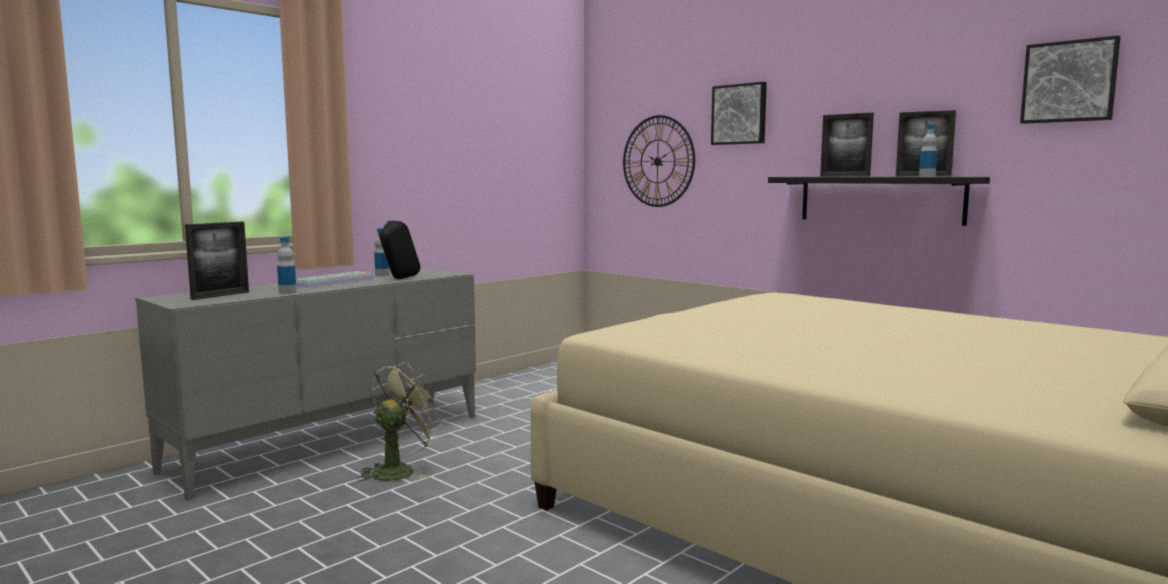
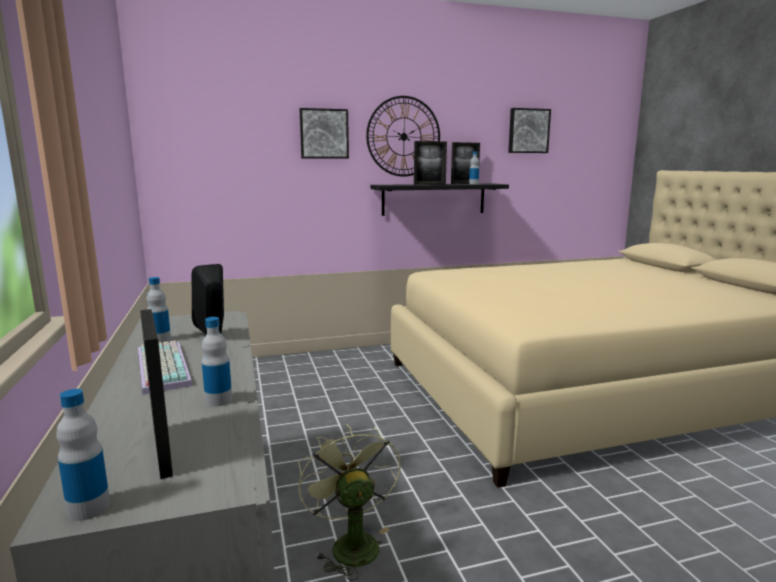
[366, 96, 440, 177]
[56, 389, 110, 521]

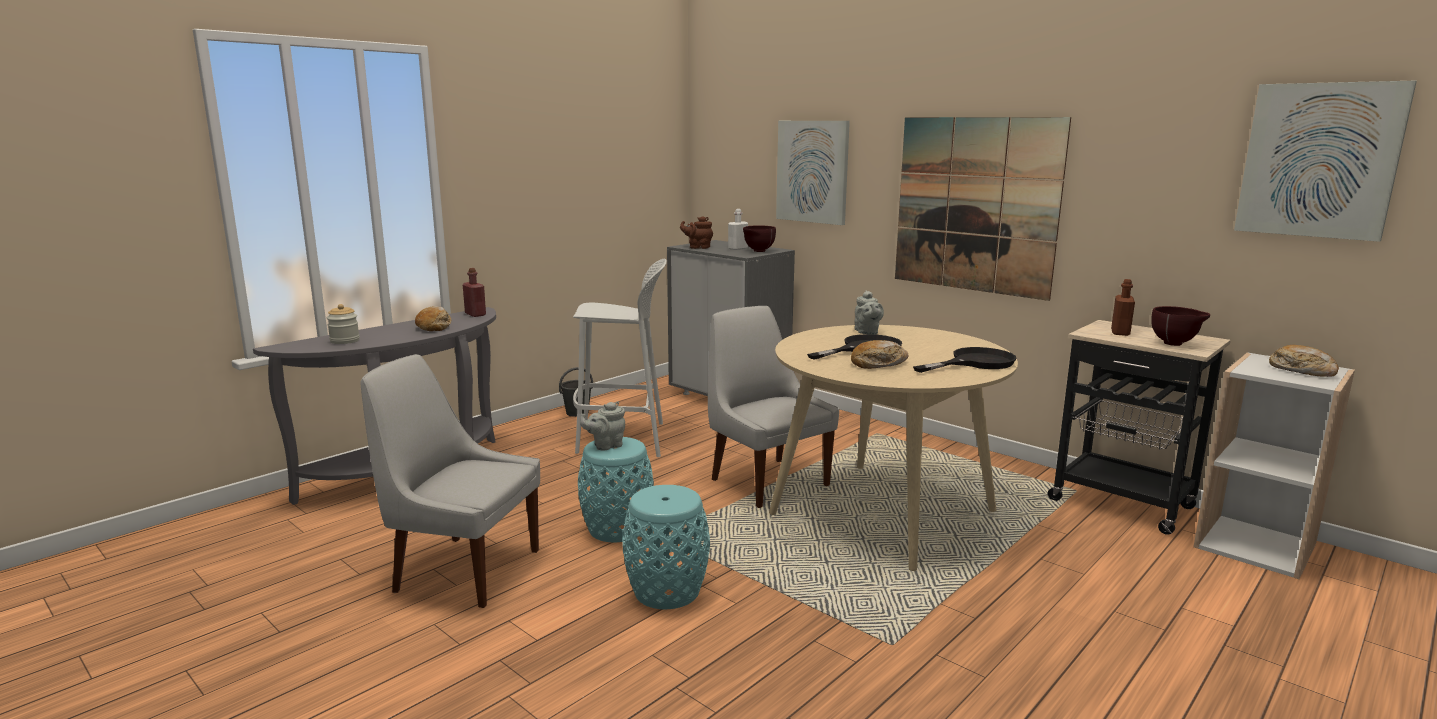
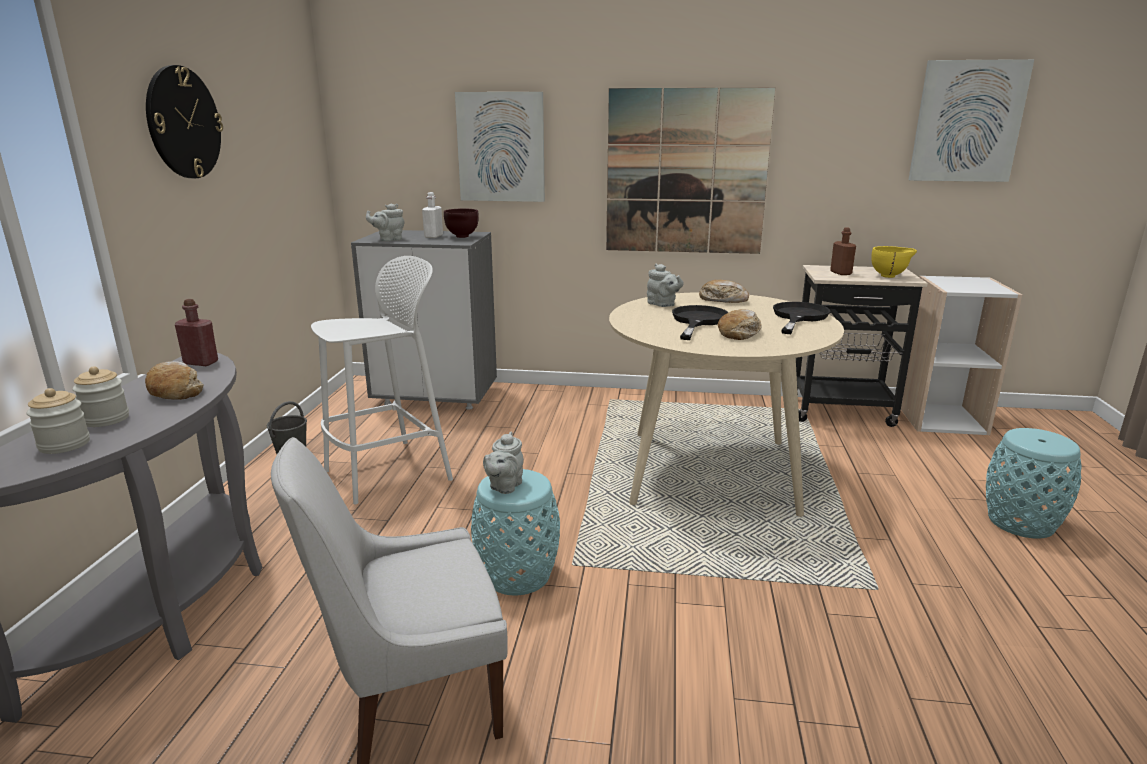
[986, 428, 1082, 539]
[366, 204, 404, 241]
[708, 306, 840, 508] (first image)
[872, 246, 917, 278]
[699, 280, 749, 303]
[72, 366, 129, 427]
[146, 65, 223, 178]

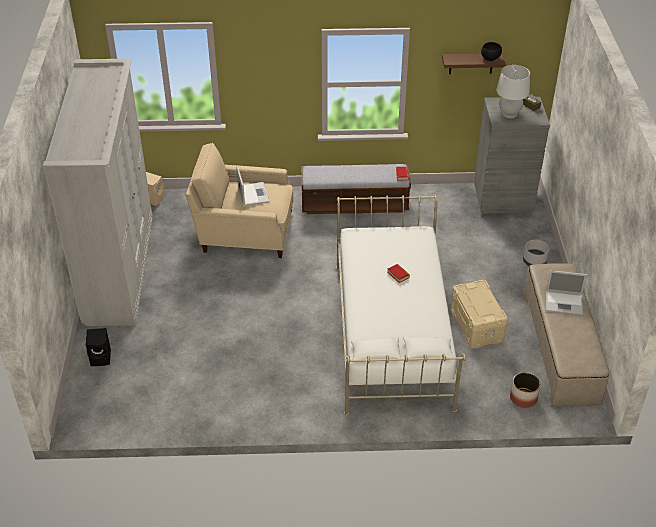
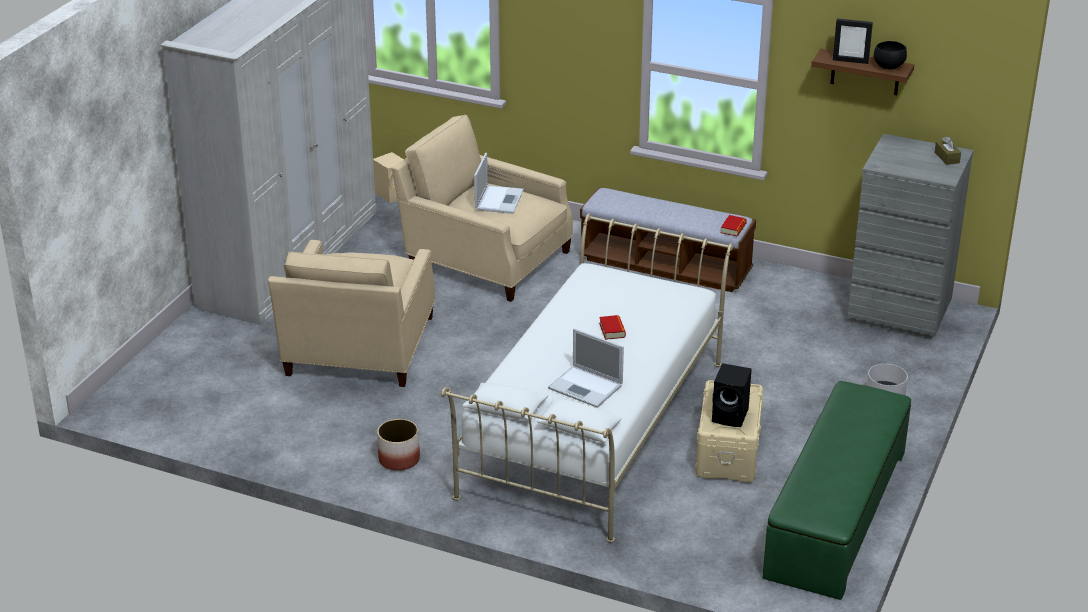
[712, 363, 752, 427]
[497, 65, 530, 118] (first image)
[377, 419, 420, 471]
[763, 381, 911, 600]
[548, 328, 624, 408]
[268, 240, 436, 387]
[833, 19, 873, 64]

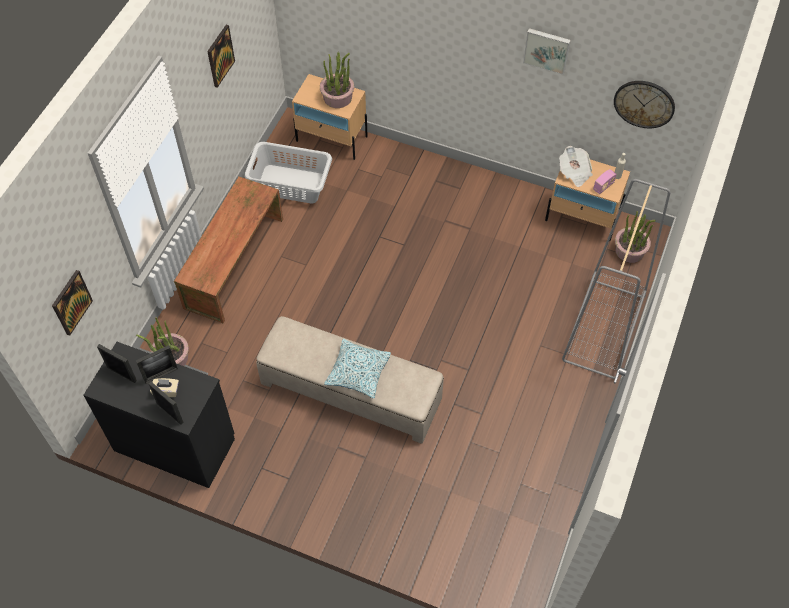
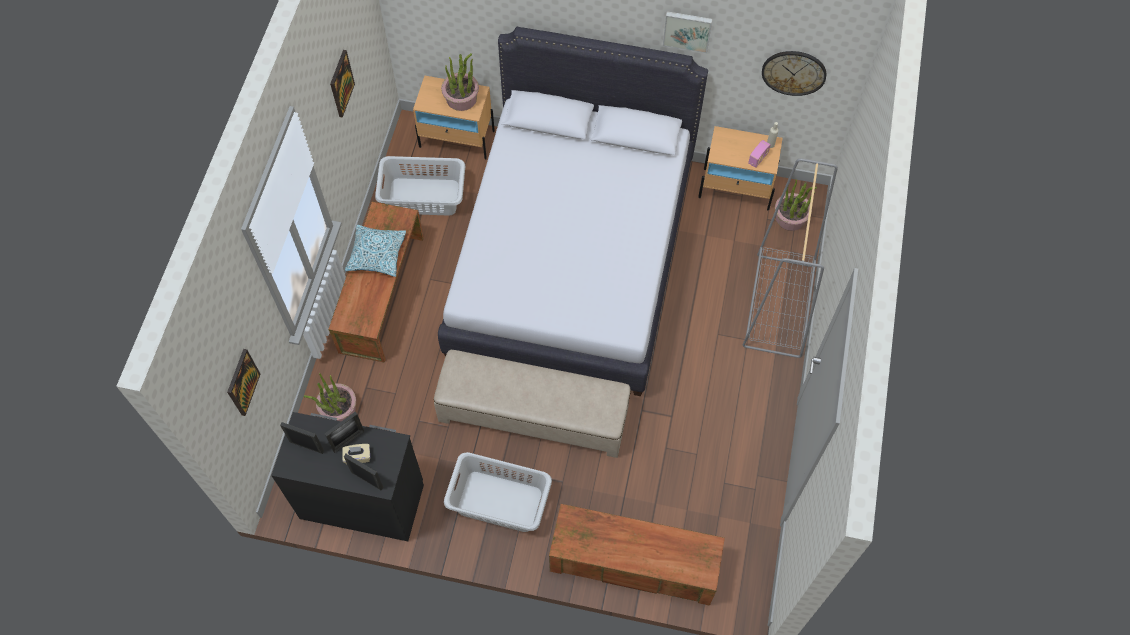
[345, 225, 406, 277]
[559, 146, 593, 187] (first image)
[438, 27, 708, 396]
[444, 452, 552, 532]
[549, 504, 725, 606]

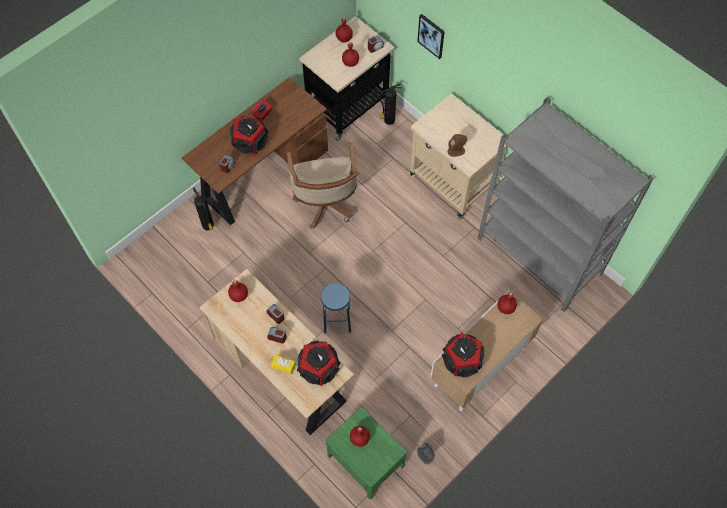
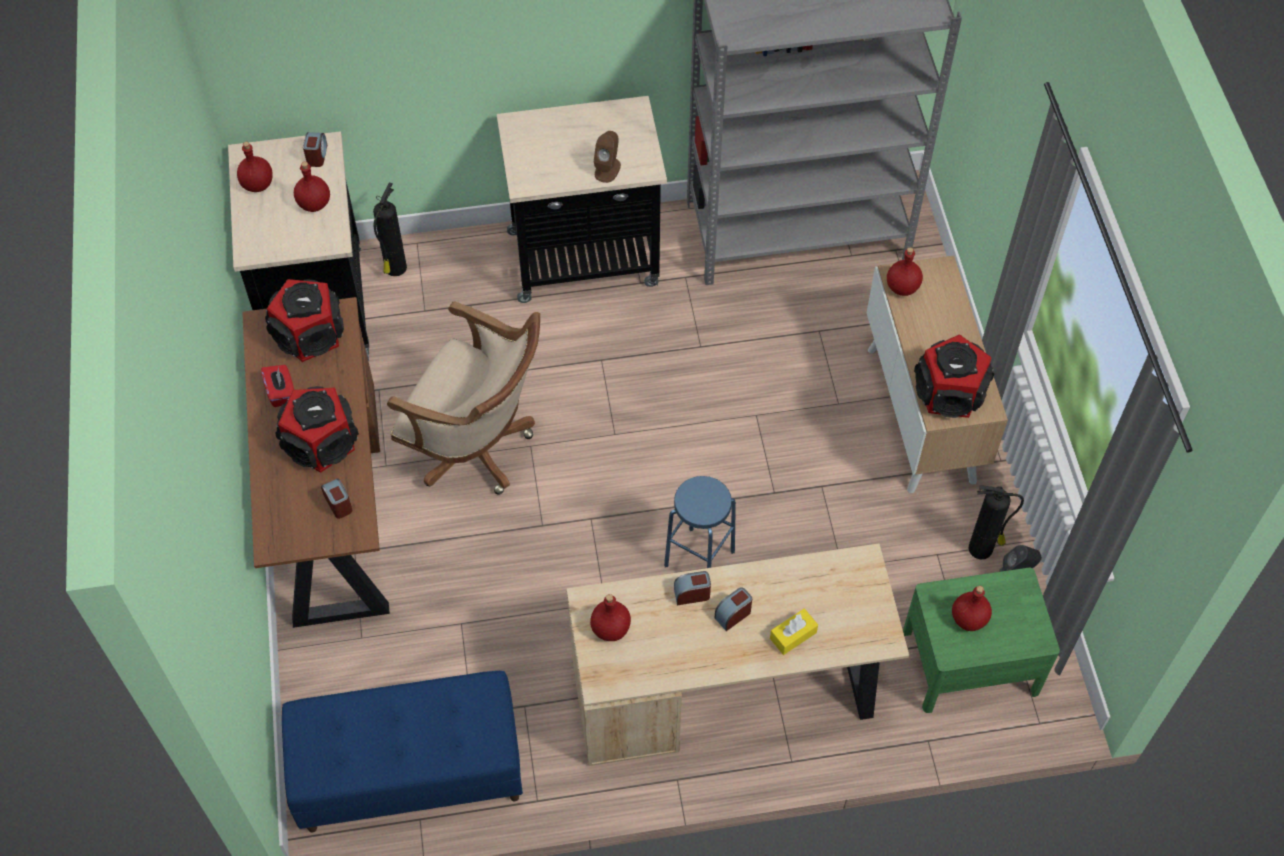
[968, 485, 1024, 560]
[265, 279, 344, 362]
[497, 96, 667, 303]
[417, 14, 445, 59] (first image)
[282, 671, 523, 833]

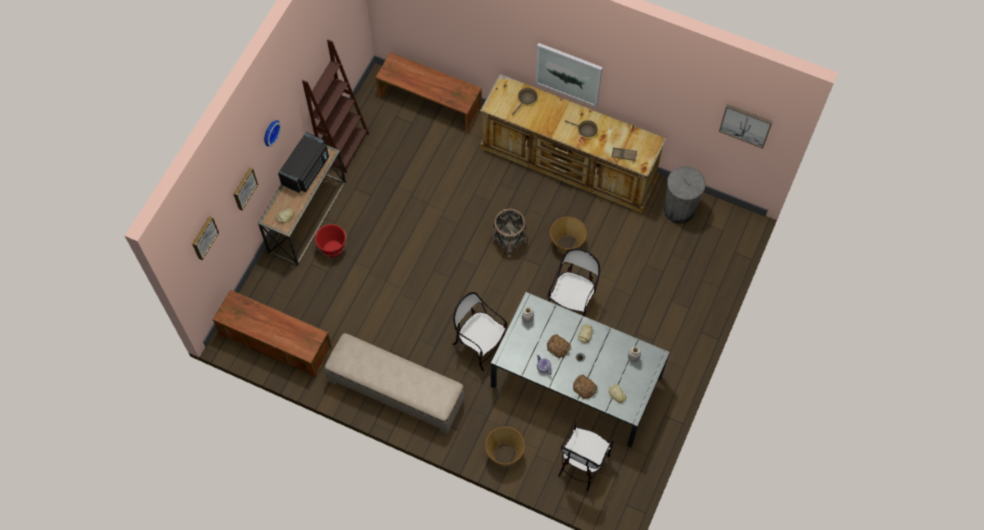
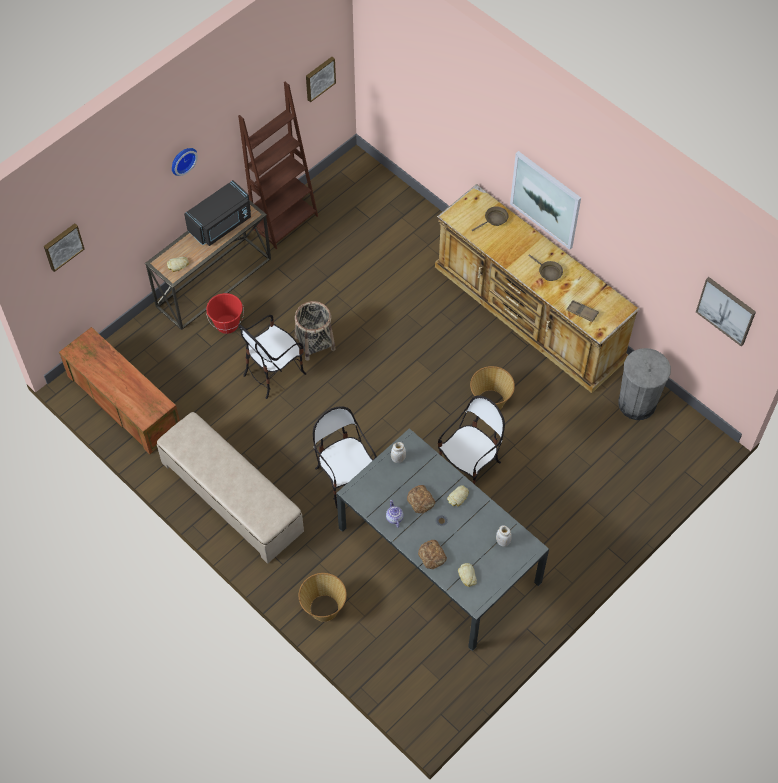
[306, 57, 336, 102]
[375, 52, 482, 133] (first image)
[295, 301, 335, 361]
[239, 315, 307, 399]

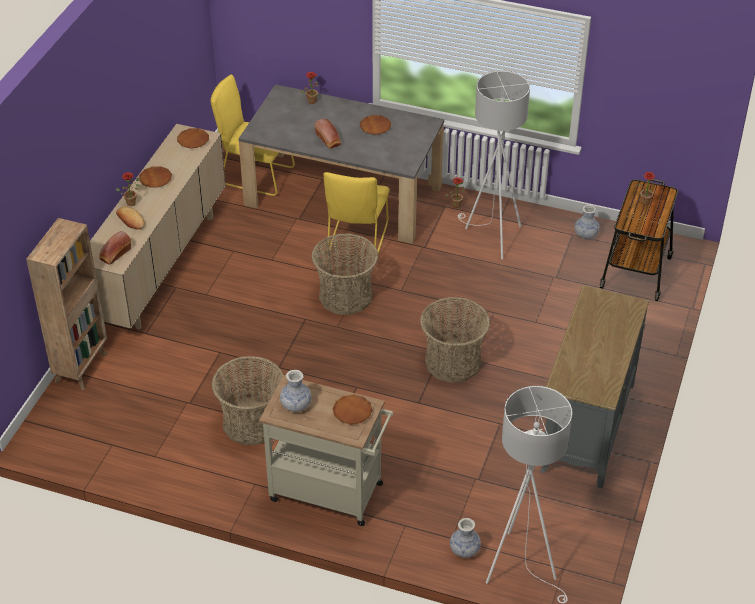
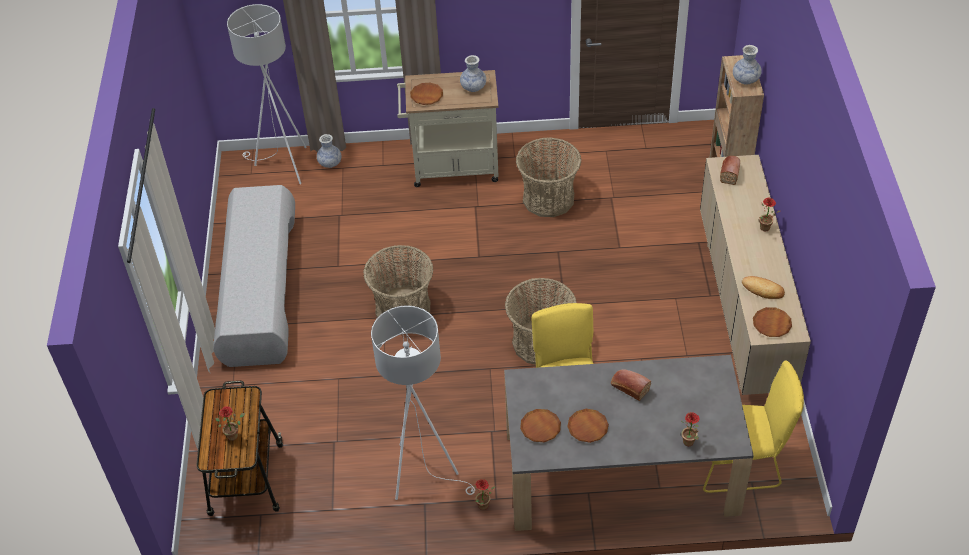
[742, 276, 785, 299]
[520, 409, 561, 442]
[213, 185, 295, 367]
[733, 45, 762, 85]

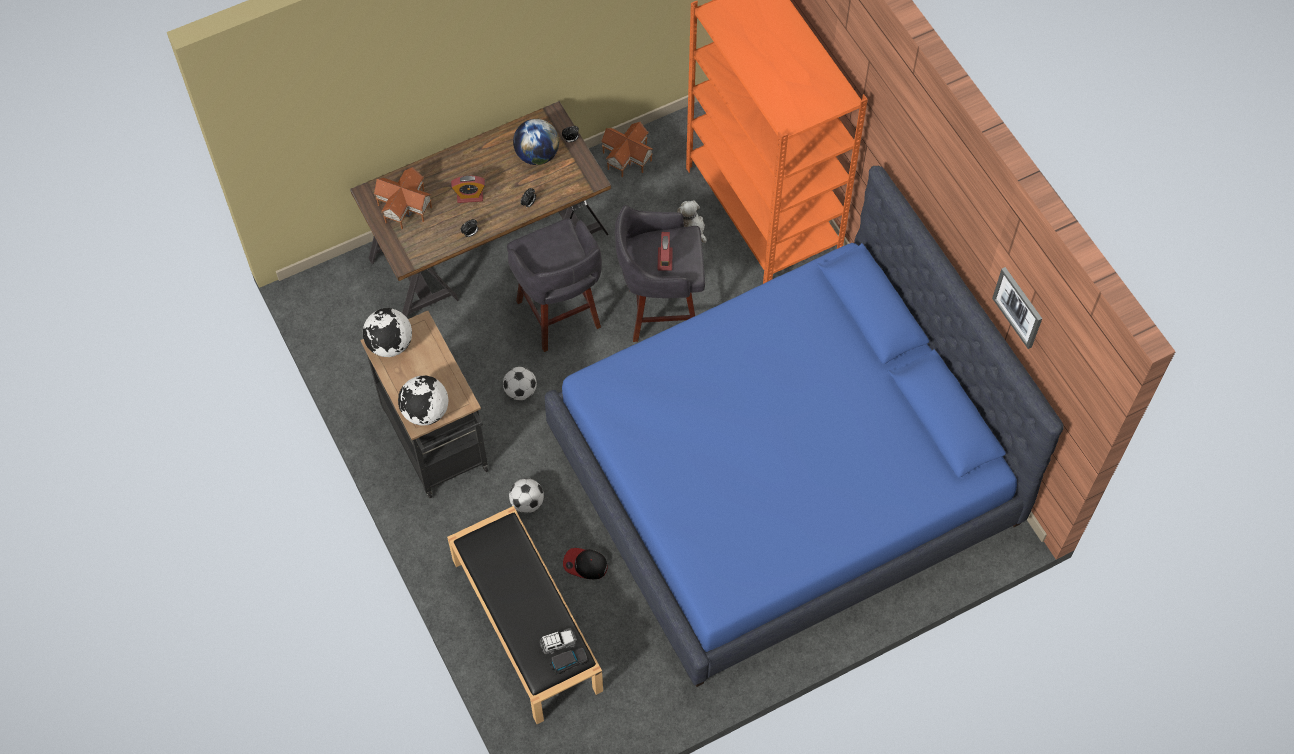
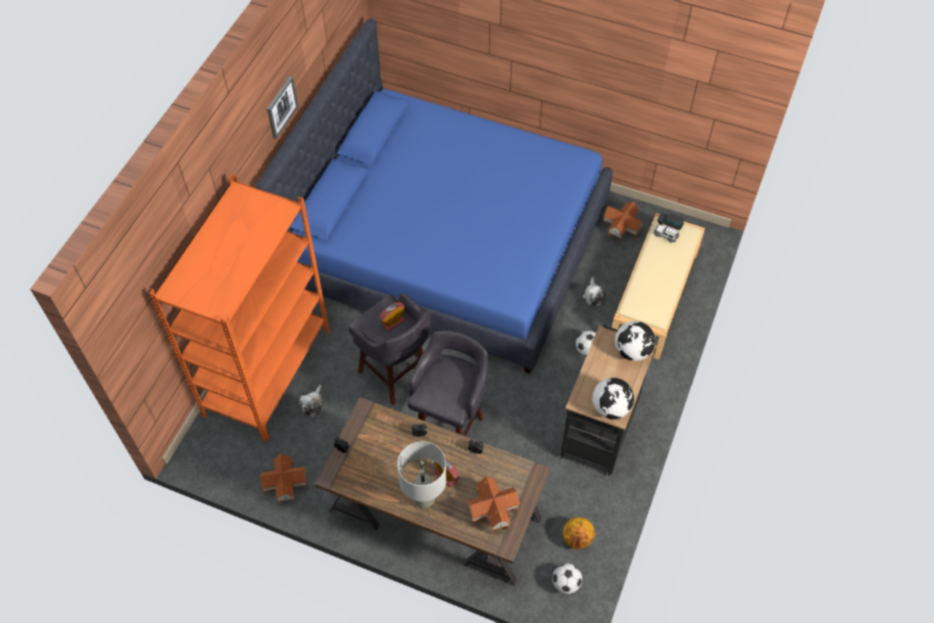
[612, 213, 705, 360]
[552, 563, 582, 594]
[513, 119, 559, 165] (first image)
[583, 277, 607, 306]
[267, 76, 298, 139]
[397, 441, 447, 508]
[563, 517, 595, 549]
[603, 201, 644, 244]

